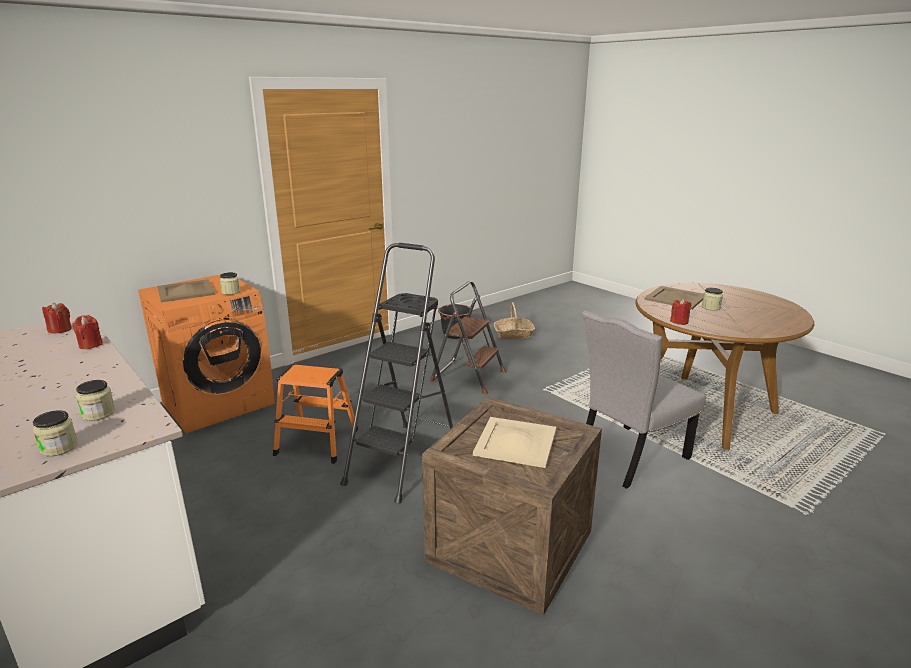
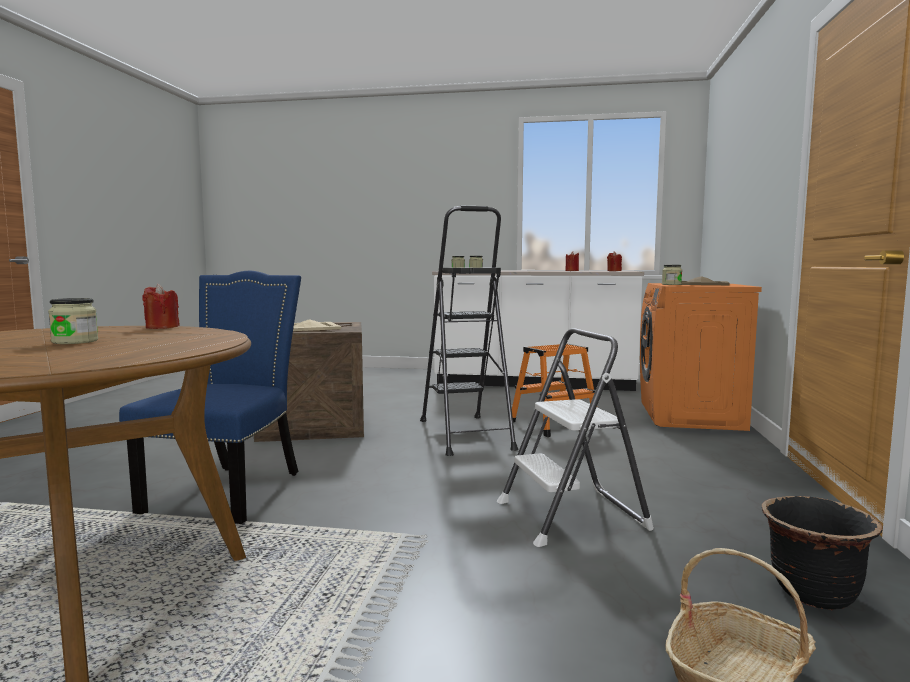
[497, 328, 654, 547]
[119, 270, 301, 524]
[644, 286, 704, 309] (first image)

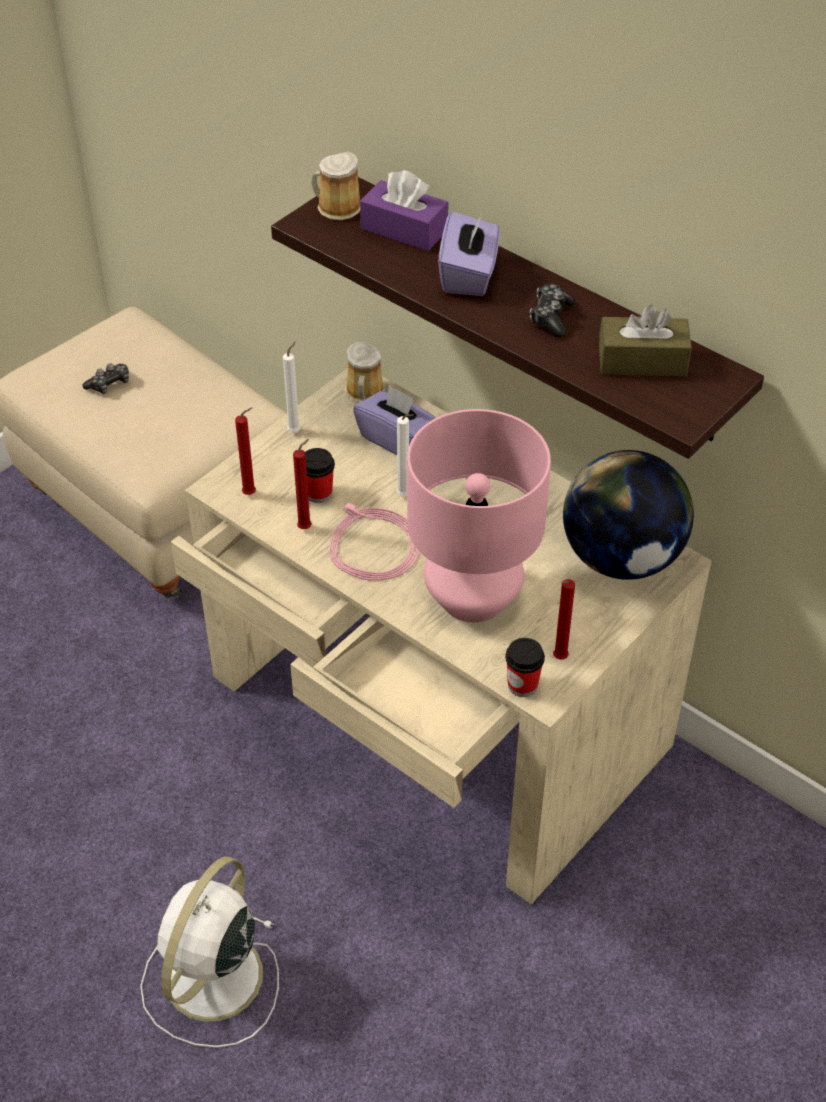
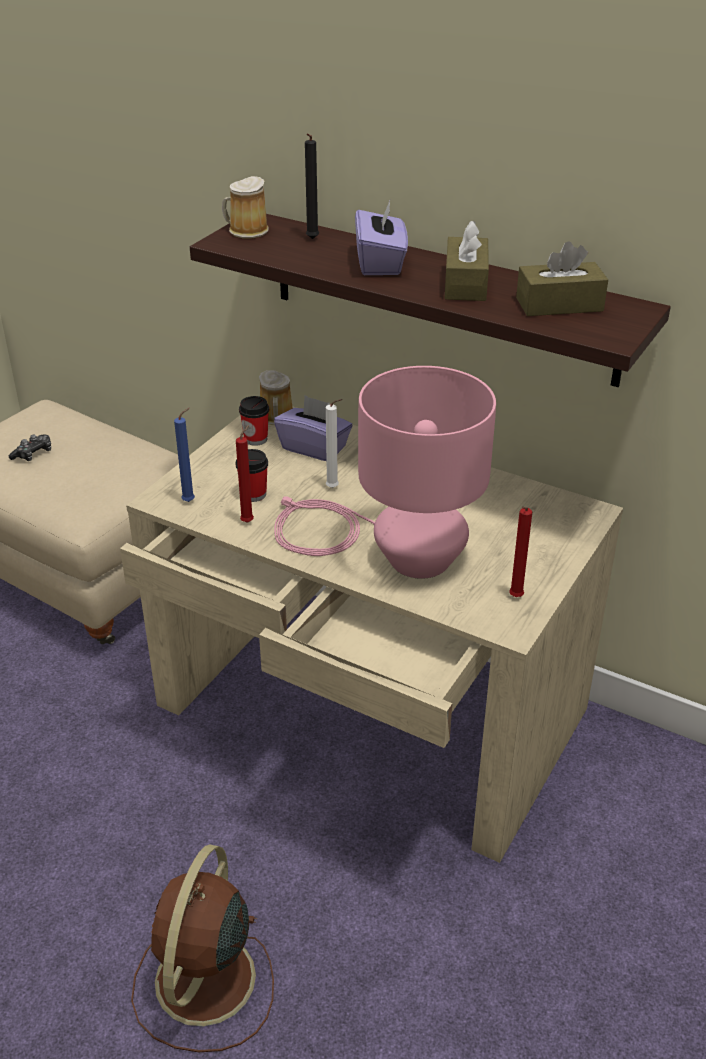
[131, 844, 274, 1052]
[174, 408, 195, 502]
[283, 342, 300, 432] (first image)
[305, 133, 319, 239]
[239, 396, 269, 446]
[445, 221, 489, 301]
[563, 450, 694, 580] (first image)

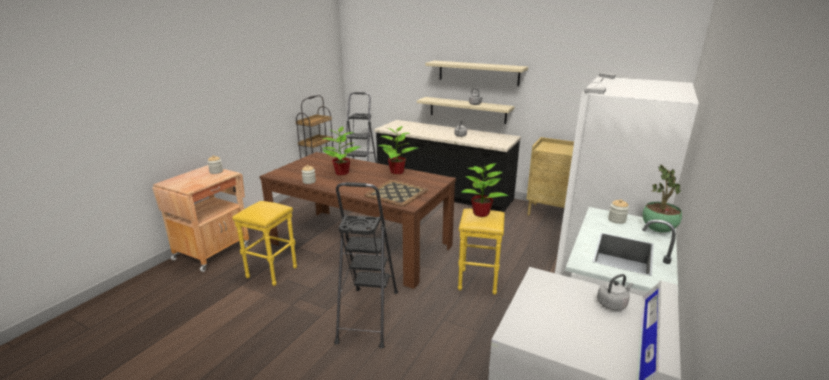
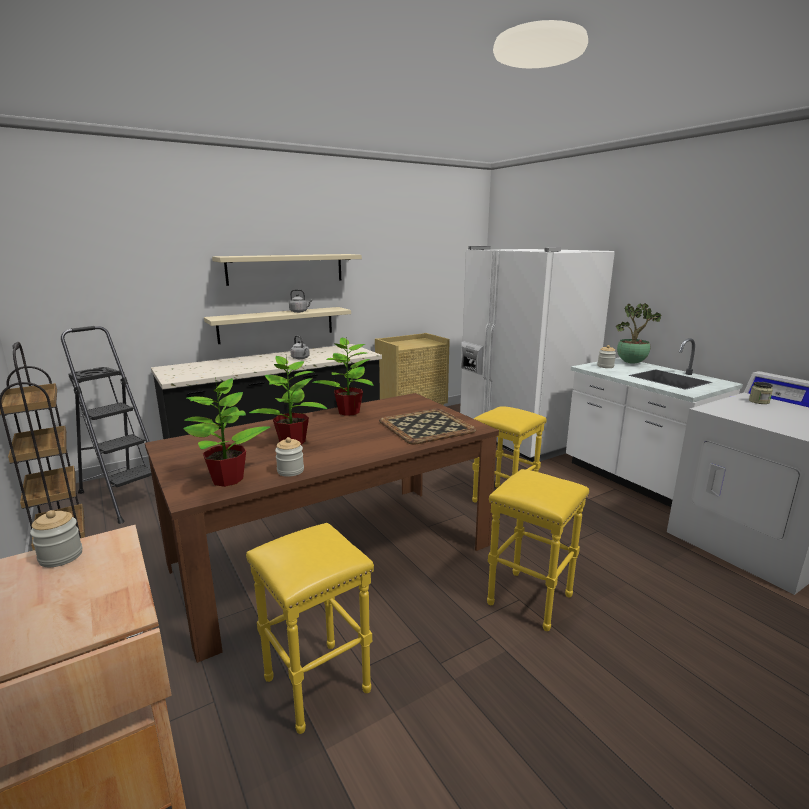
[487, 469, 589, 631]
[183, 378, 270, 487]
[749, 382, 773, 404]

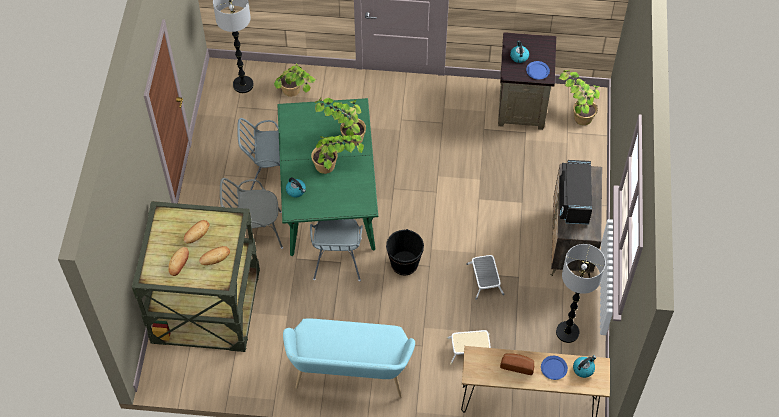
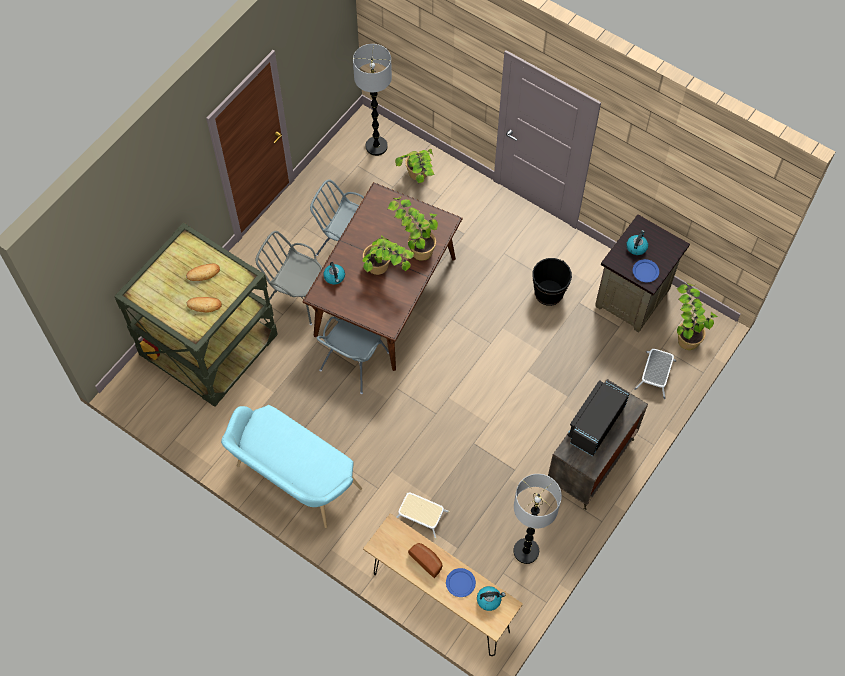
[169, 247, 189, 276] (first image)
[302, 182, 463, 371]
[532, 258, 572, 306]
[634, 349, 676, 399]

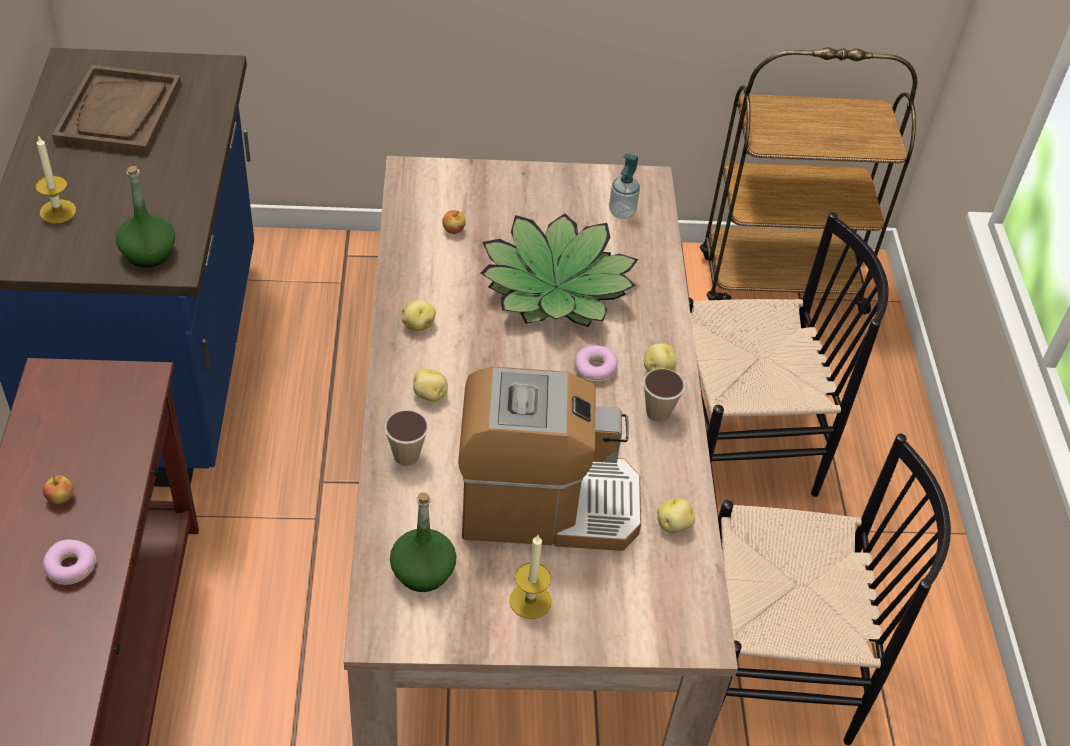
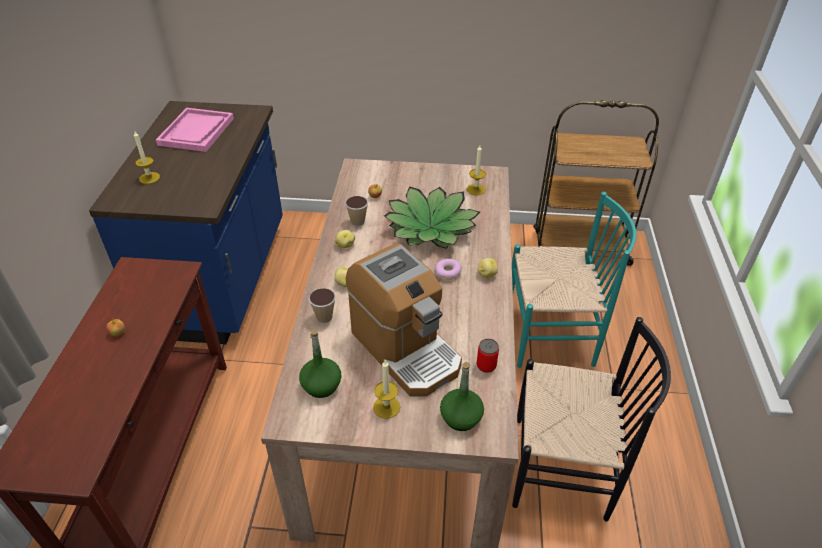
[43, 540, 96, 585] (first image)
[156, 108, 234, 152]
[440, 362, 484, 431]
[346, 243, 462, 396]
[466, 145, 486, 195]
[345, 196, 368, 226]
[477, 339, 499, 373]
[512, 192, 637, 368]

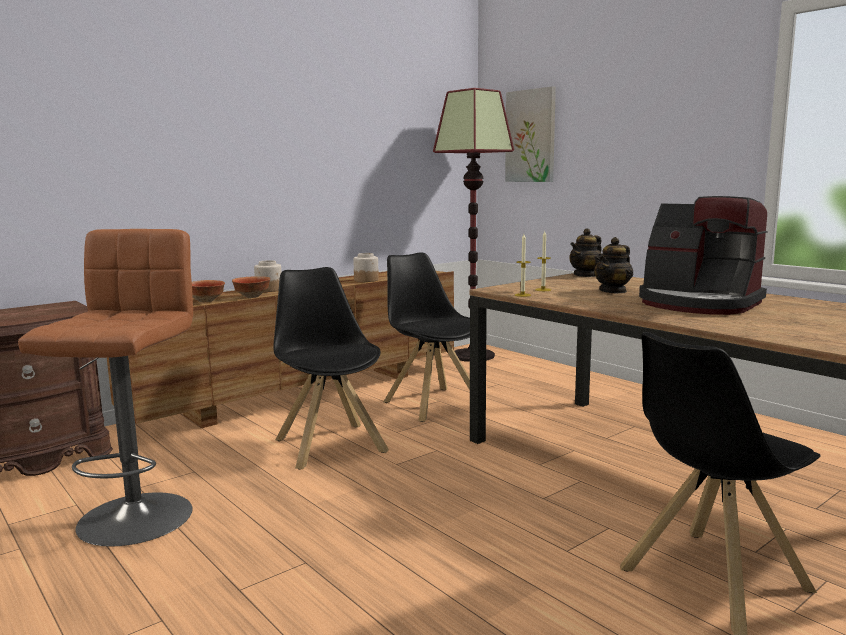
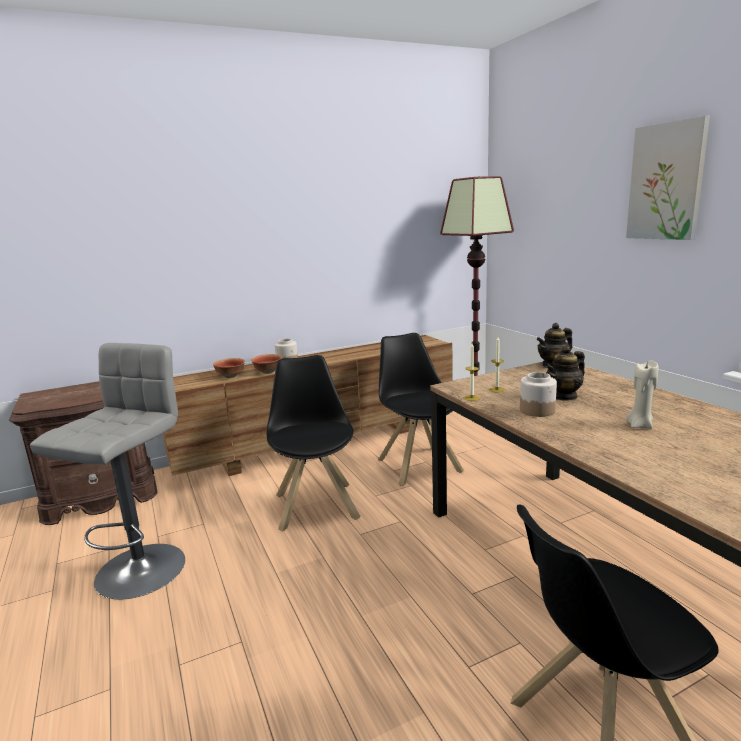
[30, 343, 185, 599]
[520, 372, 557, 417]
[626, 116, 710, 240]
[626, 360, 658, 429]

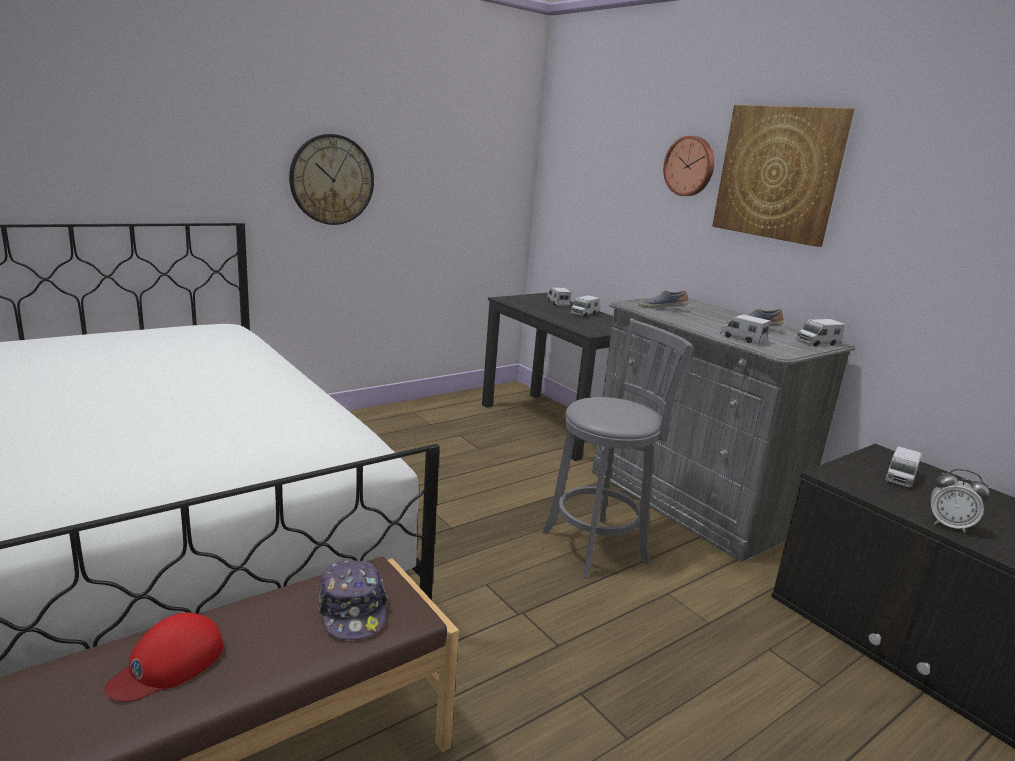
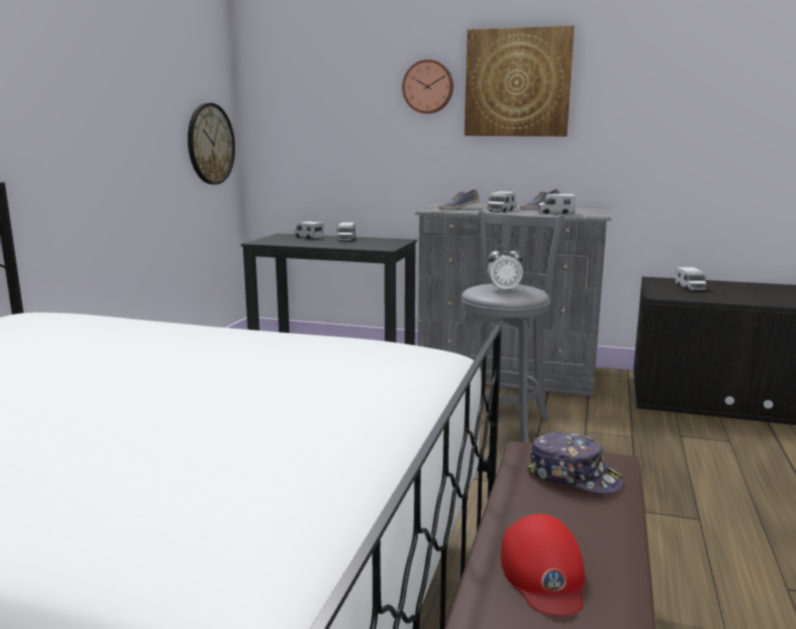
[188, 103, 235, 184]
[487, 191, 516, 212]
[487, 244, 523, 291]

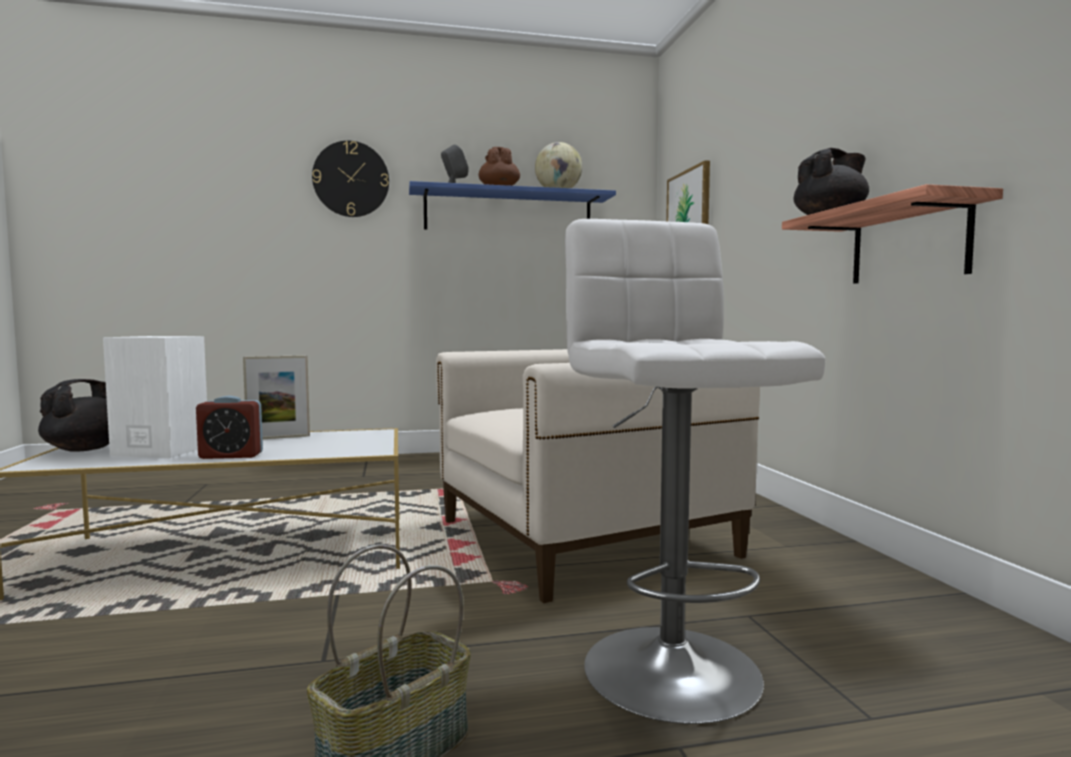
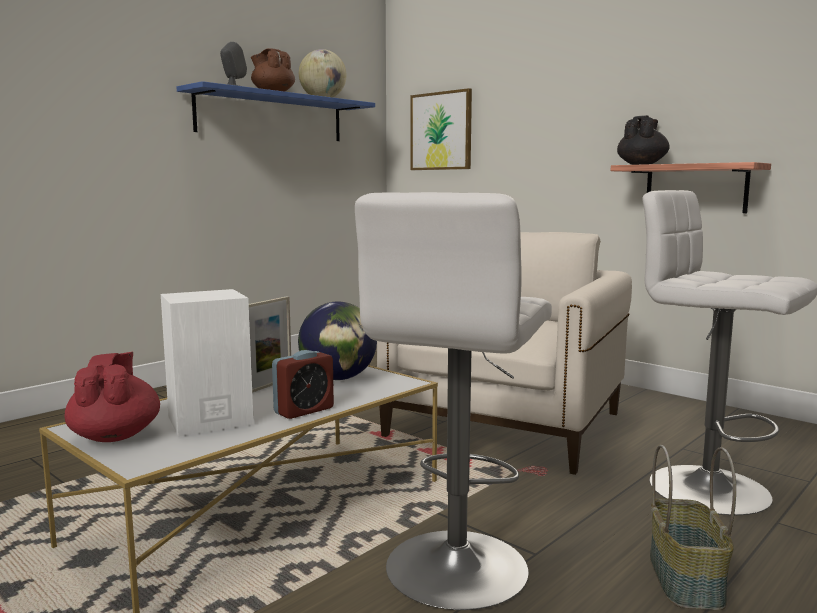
[65, 352, 160, 442]
[312, 141, 389, 217] (first image)
[298, 301, 377, 380]
[355, 192, 552, 610]

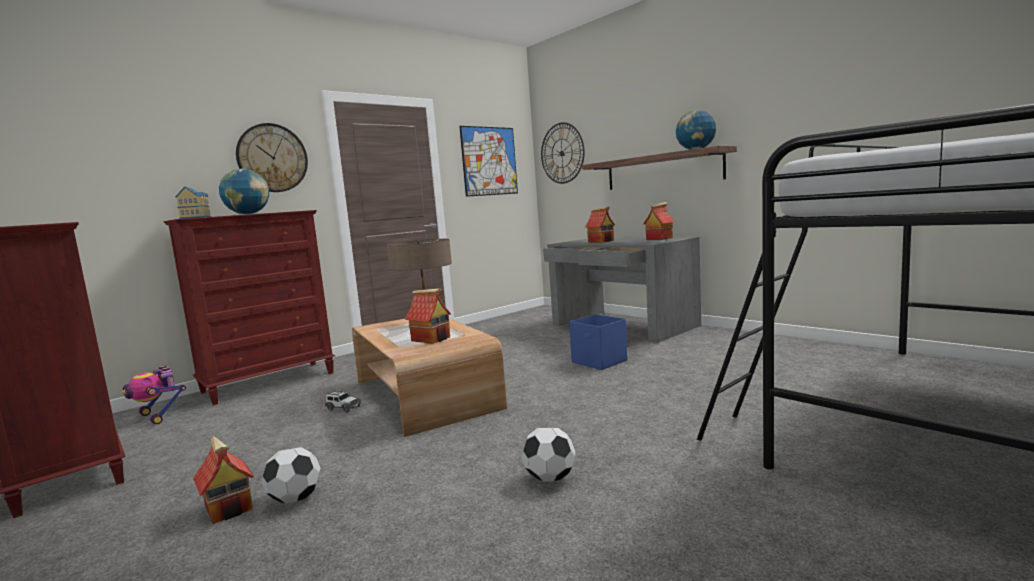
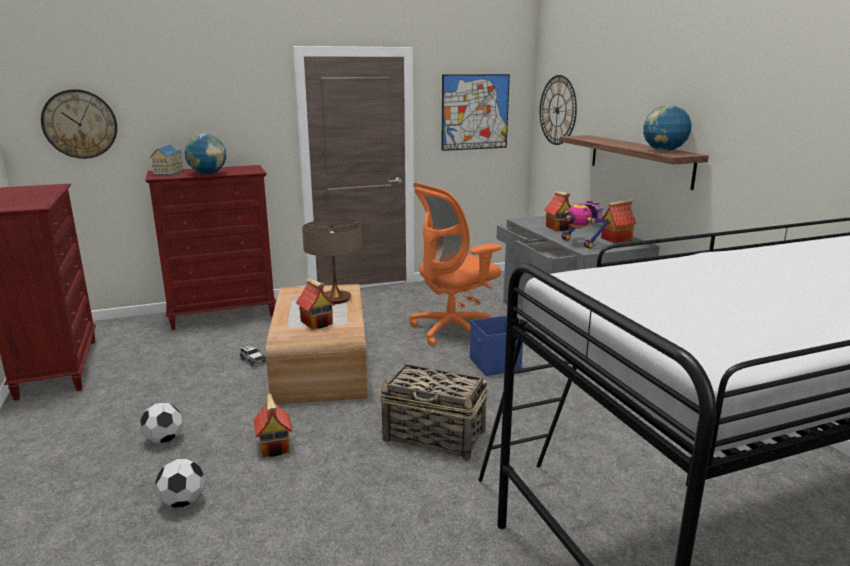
[561, 200, 611, 249]
[254, 393, 292, 458]
[41, 89, 117, 159]
[155, 459, 205, 508]
[379, 364, 489, 461]
[410, 183, 502, 346]

